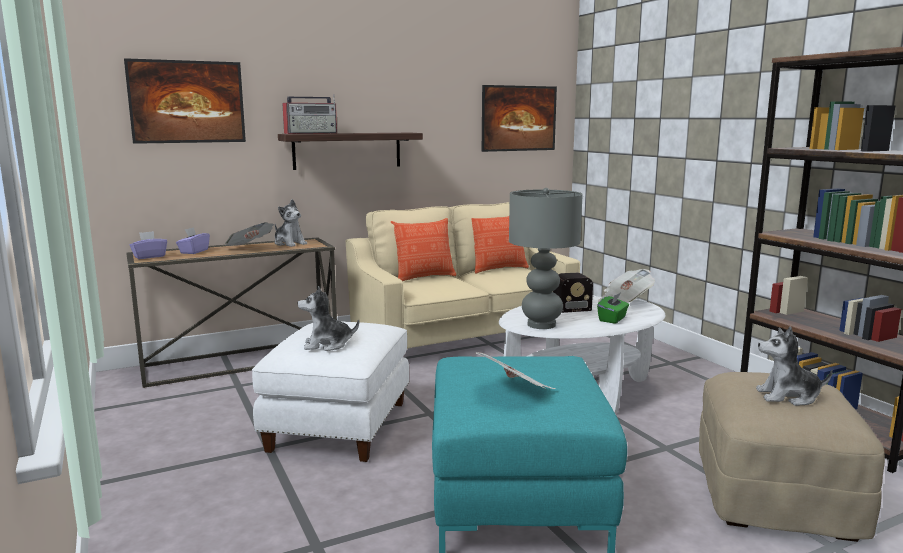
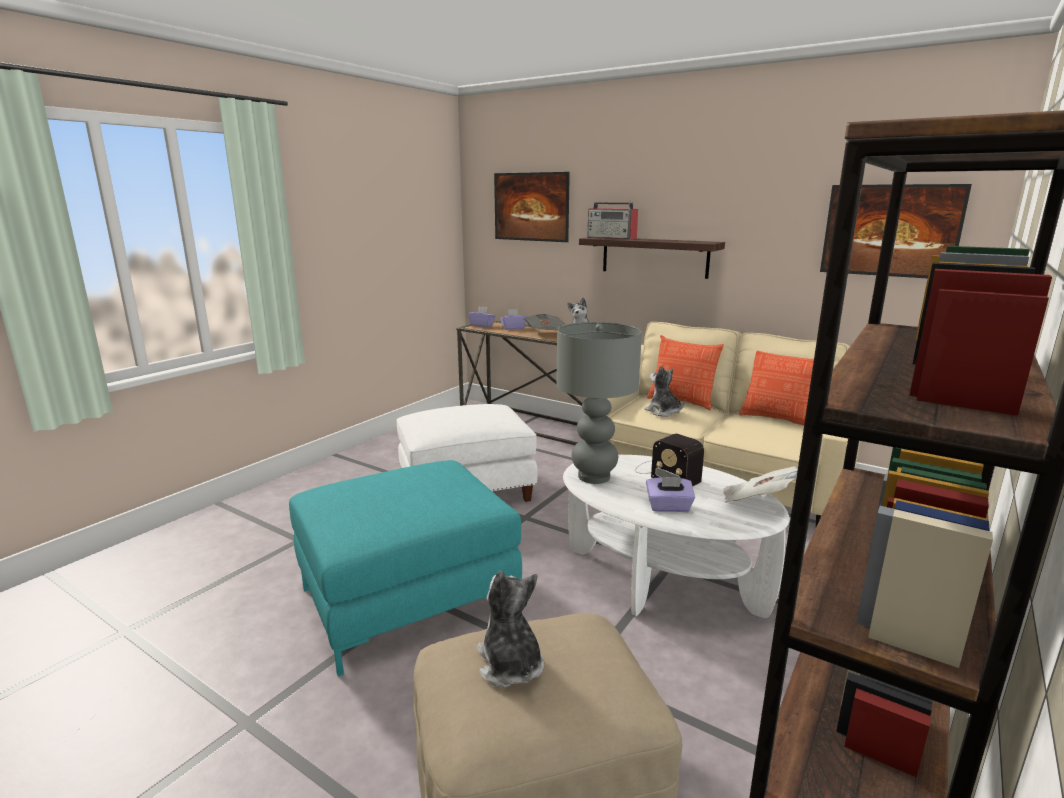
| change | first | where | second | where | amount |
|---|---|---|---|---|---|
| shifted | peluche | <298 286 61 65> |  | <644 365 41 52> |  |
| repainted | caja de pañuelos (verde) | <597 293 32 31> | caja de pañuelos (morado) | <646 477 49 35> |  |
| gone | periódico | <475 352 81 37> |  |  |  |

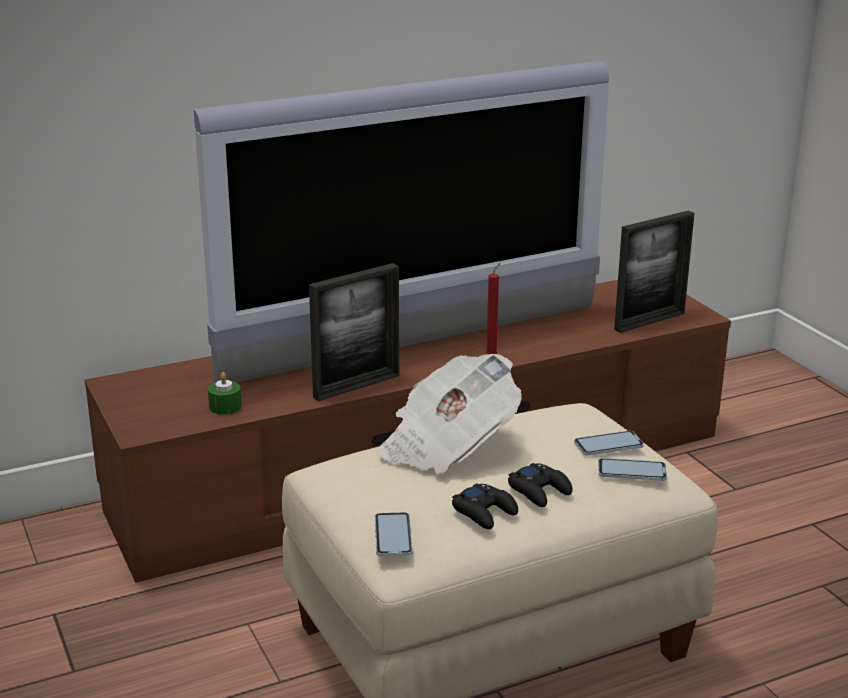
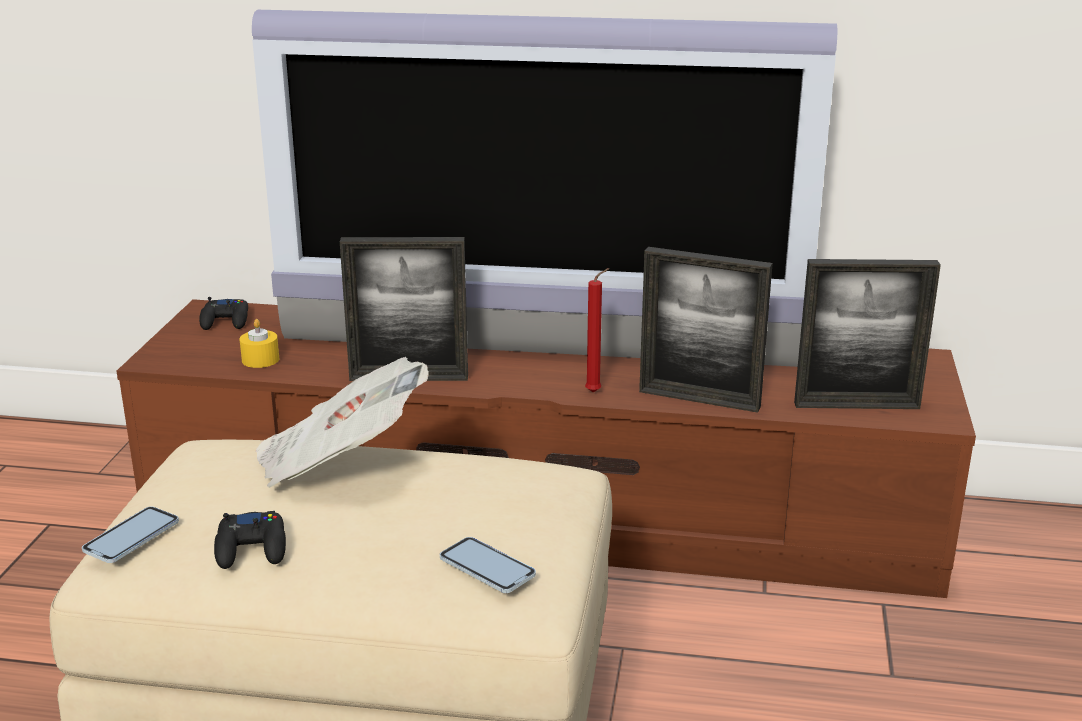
| change | first | where | second | where | amount |
|---|---|---|---|---|---|
| repainted | vela (verde) | <208 372 34 43> | vela (amarillo) | <239 319 40 49> |  |
| gone | móvil | <574 431 70 25> |  |  |  |
| shifted | mando de consola (negro) | <508 463 64 44> |  | <199 297 49 33> |  |
| new |  |  | portarretratos | <639 247 134 166> |  |

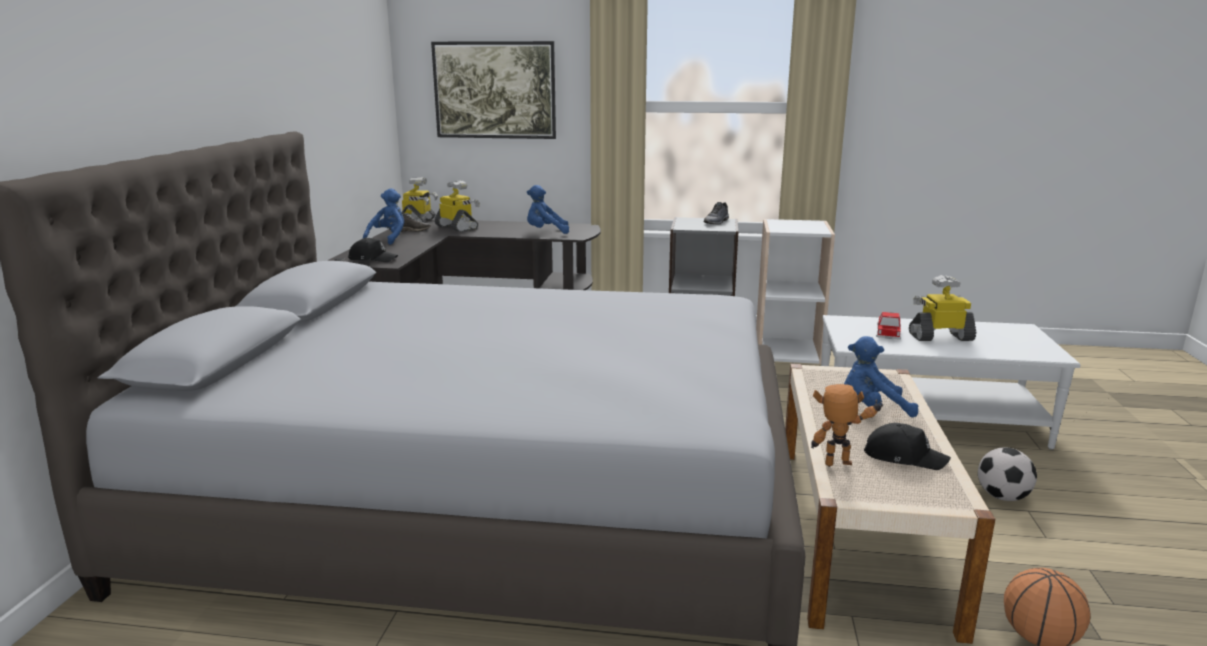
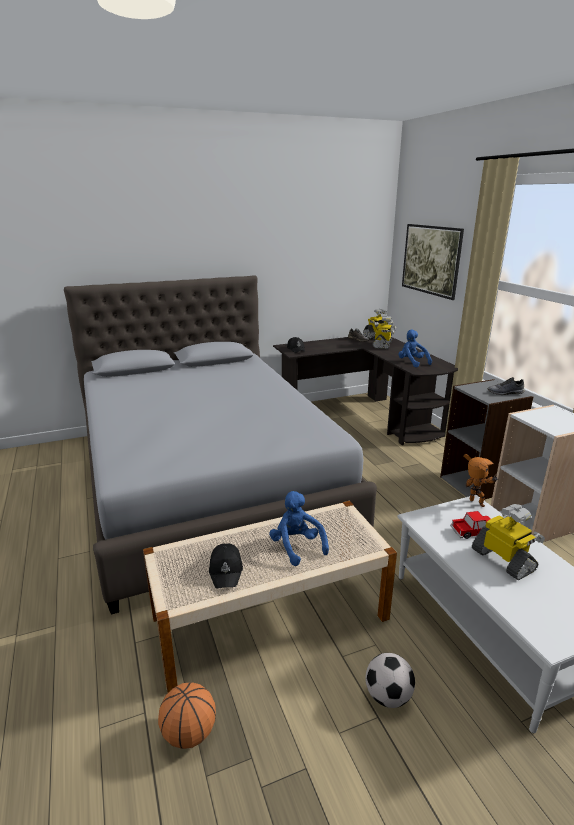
| change | first | where | second | where | amount |
|---|---|---|---|---|---|
| gone | peluche (azul) | <363 188 41 57> |  |  |  |
| shifted | robot de juguete | <811 384 72 83> |  | <463 454 35 53> |  |

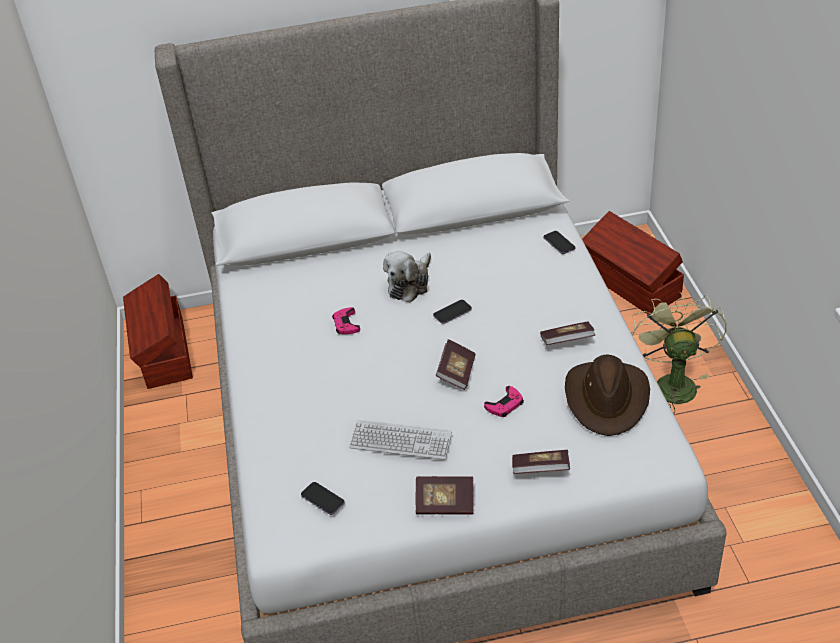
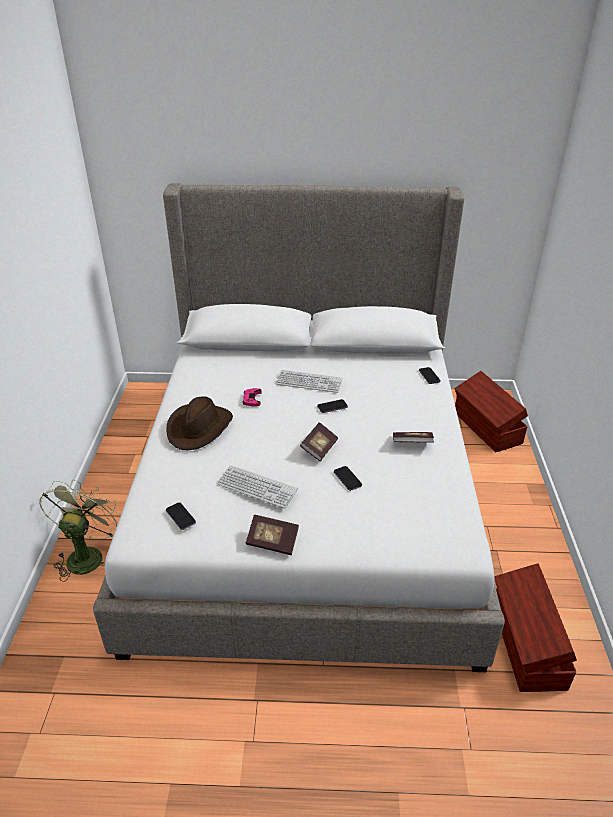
| change | first | where | second | where | amount |
|---|---|---|---|---|---|
| swapped | peluche | <383 251 48 51> | teclado | <276 370 66 23> |  |
| shifted | caja de almacenaje (marrón) | <123 274 70 115> |  | <494 563 83 129> |  |
| shifted | ventilador (verde) | <631 292 96 122> |  | <39 479 82 103> |  |
| shifted | sombrero (marrón) | <565 355 85 81> |  | <167 396 66 54> |  |
| swapped | mando de consola (rosa) | <484 386 40 31> | móvil | <334 466 28 25> |  |
| gone | libro | <512 450 58 24> |  |  |  |

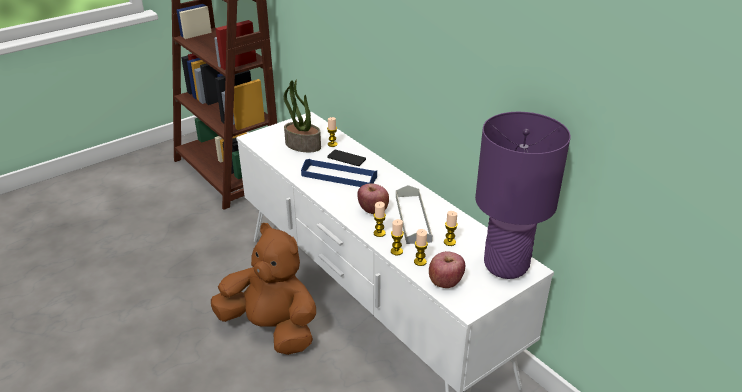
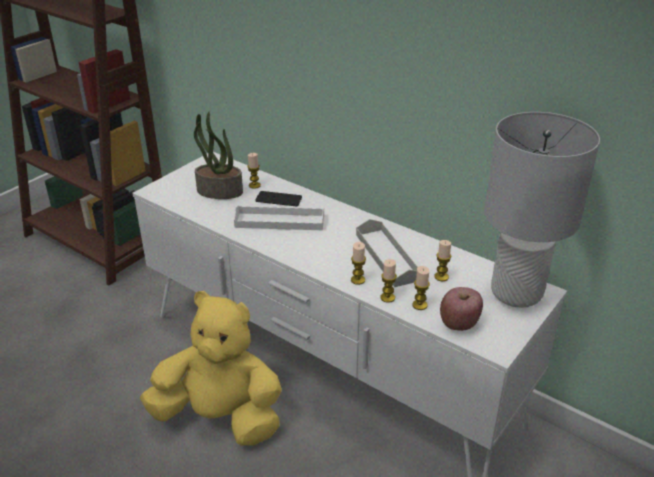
| change | first | where | second | where | amount |
|---|---|---|---|---|---|
| repainted | lámpara de mesa (morado) | <475 112 96 167> | lámpara de mesa (gris) | <484 112 116 196> |  |
| repainted | bandeja (azul) | <301 159 76 28> | bandeja (blanco) | <234 205 90 25> |  |
| gone | manzana | <357 184 32 30> |  |  |  |
| repainted | peluche (marrón) | <211 223 105 132> | peluche (amarillo) | <140 291 142 155> |  |

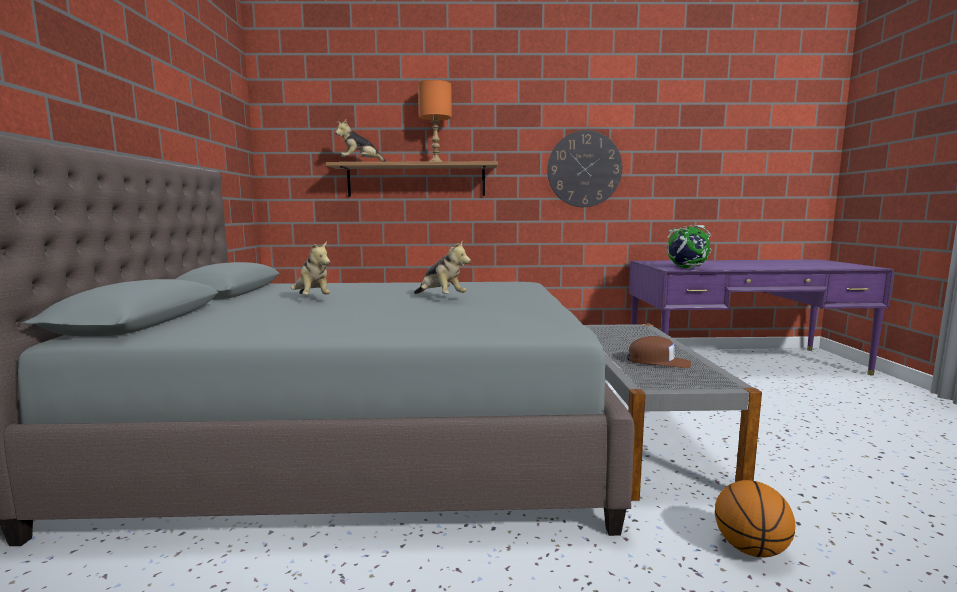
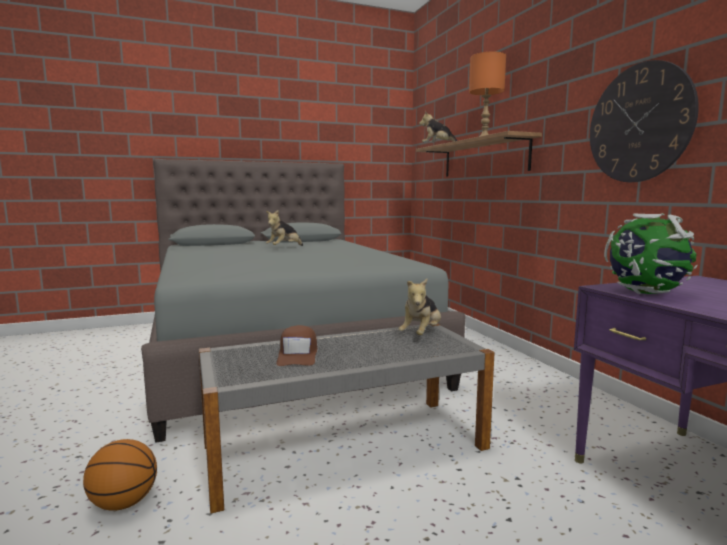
| change | first | where | second | where | amount |
|---|---|---|---|---|---|
| shifted | peluche | <414 242 57 52> |  | <398 279 43 56> |  |

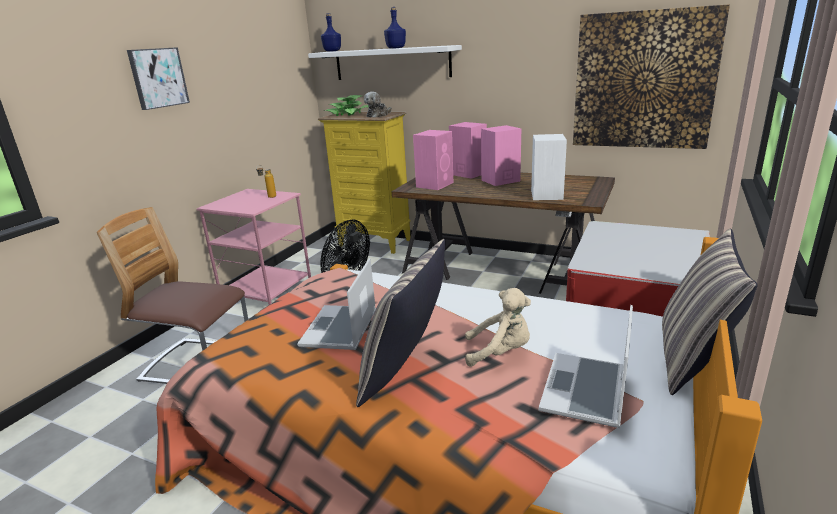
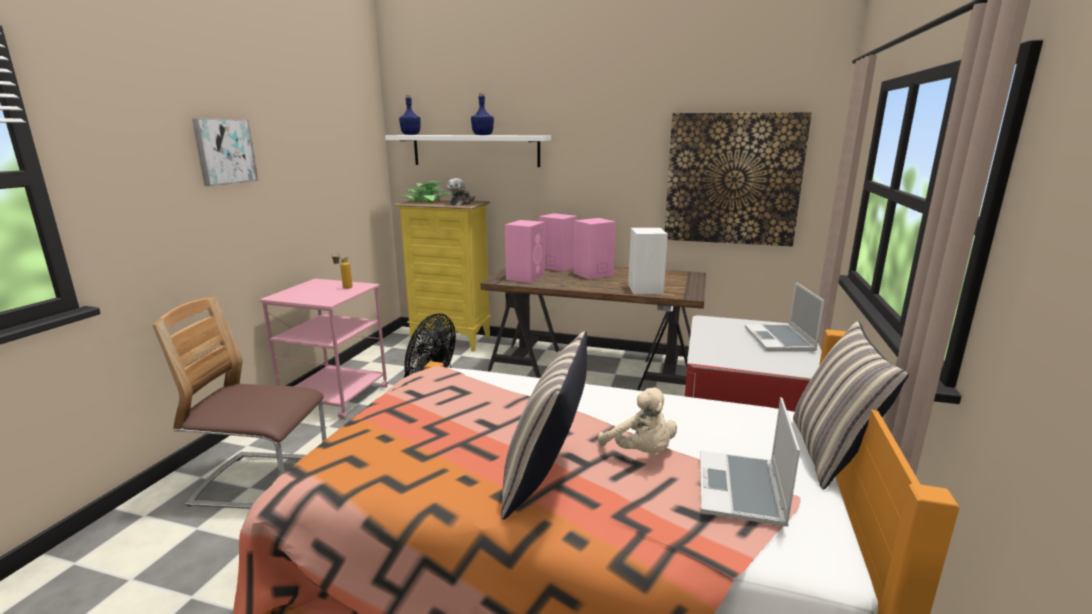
| change | first | where | second | where | amount |
|---|---|---|---|---|---|
| shifted | portátil | <297 258 79 92> |  | <745 282 80 69> |  |
| rotated | peluche (beis) | <465 288 66 79> |  | <598 387 79 66> | 60 degrees clockwise |

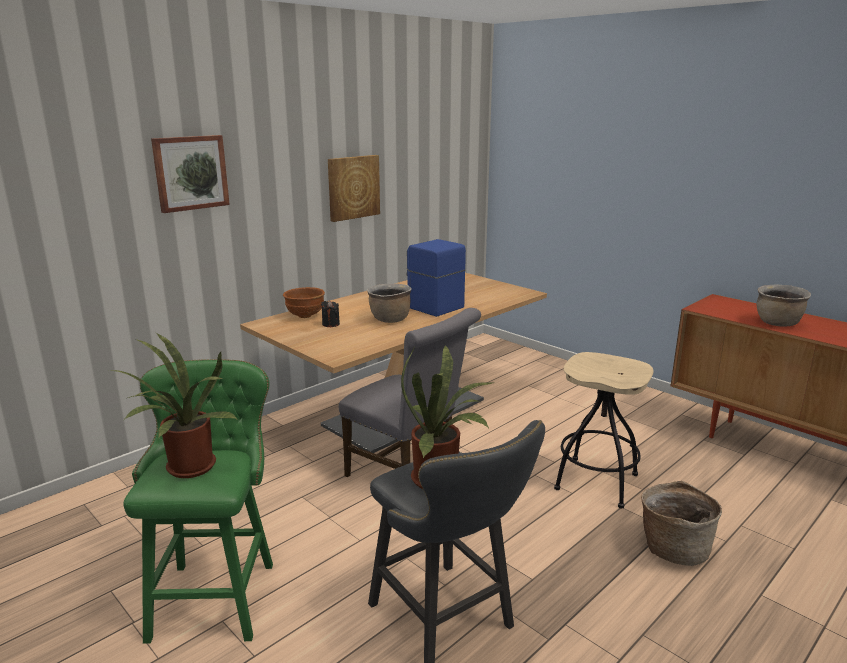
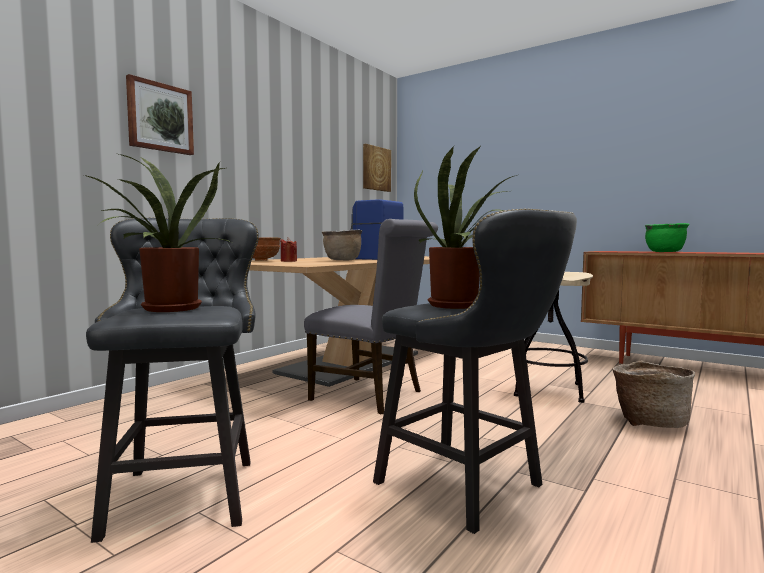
| change | first | where | second | where | amount |
|---|---|---|---|---|---|
| shifted | cuadro | <328 155 52 67> |  | <363 144 28 48> |  |
| repainted | olla (marrón) | <757 284 54 43> | olla (verde) | <645 223 44 29> |  |
| repainted | vela (negro) | <321 300 19 27> | vela (rojo) | <280 238 17 24> |  |
| repainted | taburete (verde) | <123 359 150 285> | taburete (gris) | <86 218 173 325> |  |

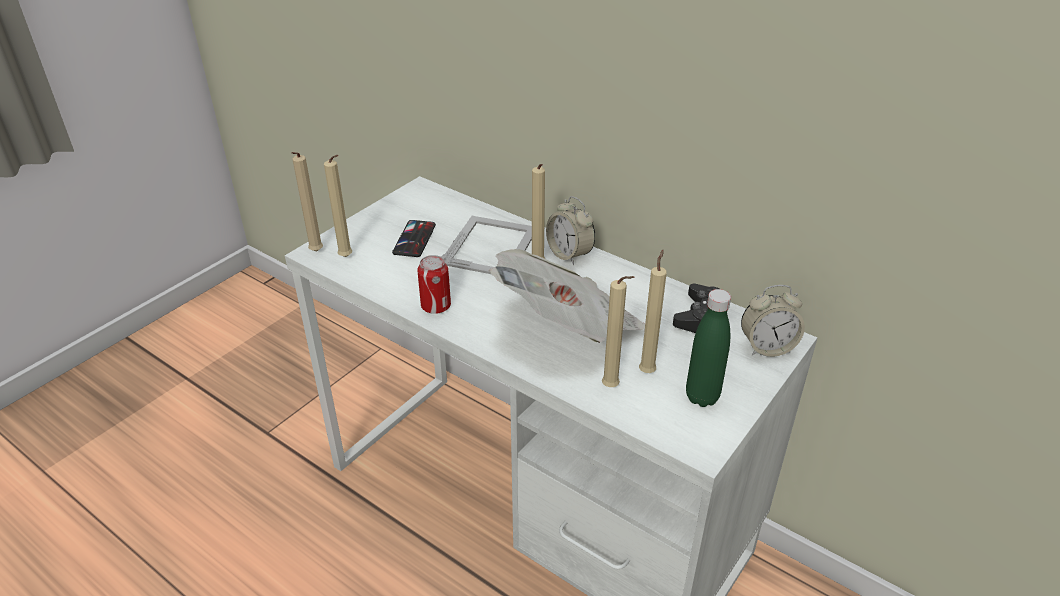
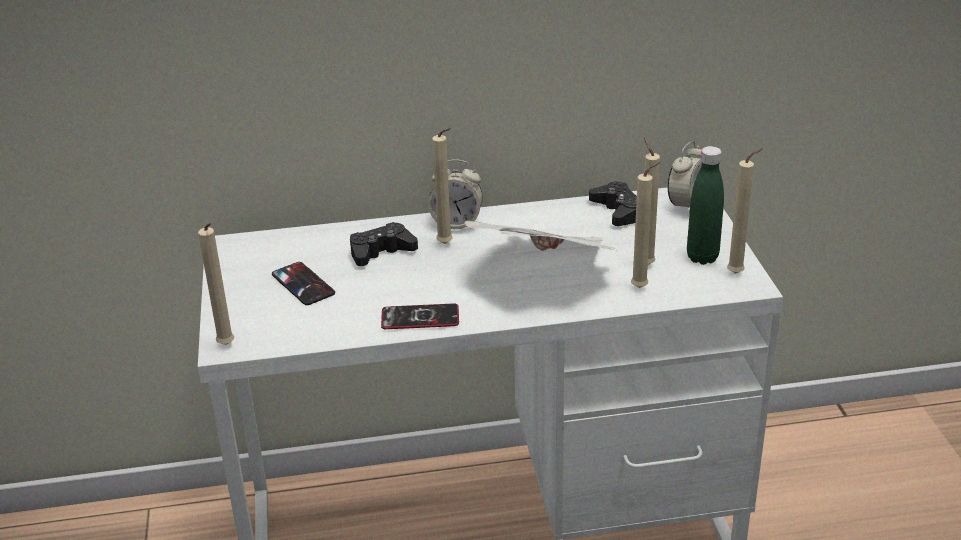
| change | first | where | second | where | amount |
|---|---|---|---|---|---|
| shifted | vela (beis) | <324 155 28 102> |  | <727 148 36 126> |  |
| swapped | portarretratos | <441 216 91 58> | mando de consola (negro) | <350 222 68 44> |  |
| swapped | lata | <418 255 33 59> | móvil | <381 304 78 25> |  |

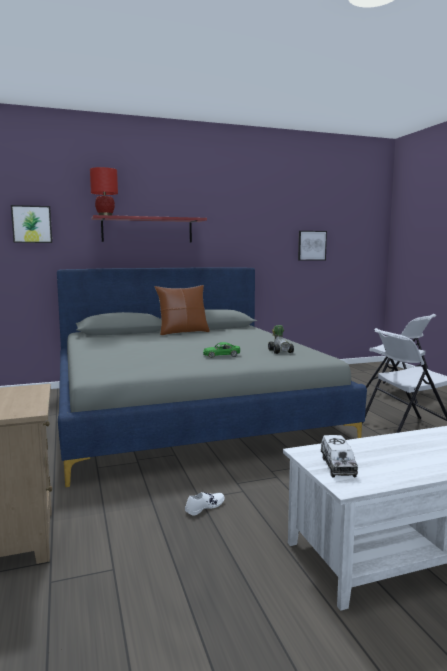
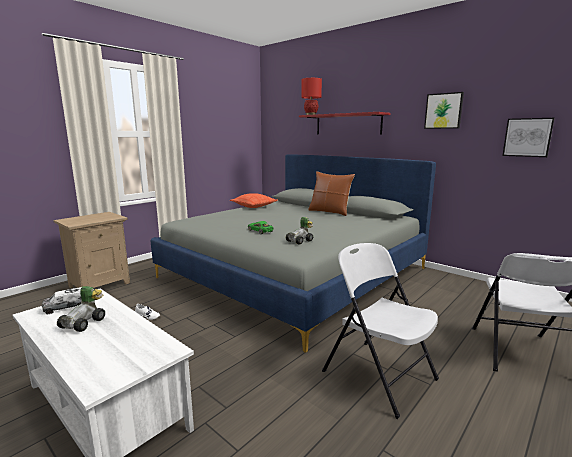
| change | first | where | second | where | amount |
|---|---|---|---|---|---|
| shifted | cuadro | <11 205 41 38> |  | <424 92 40 37> |  |
| new |  |  | cojín (naranja) | <230 193 48 15> |  |
| new |  |  | coche de juguete | <57 286 48 46> |  |

